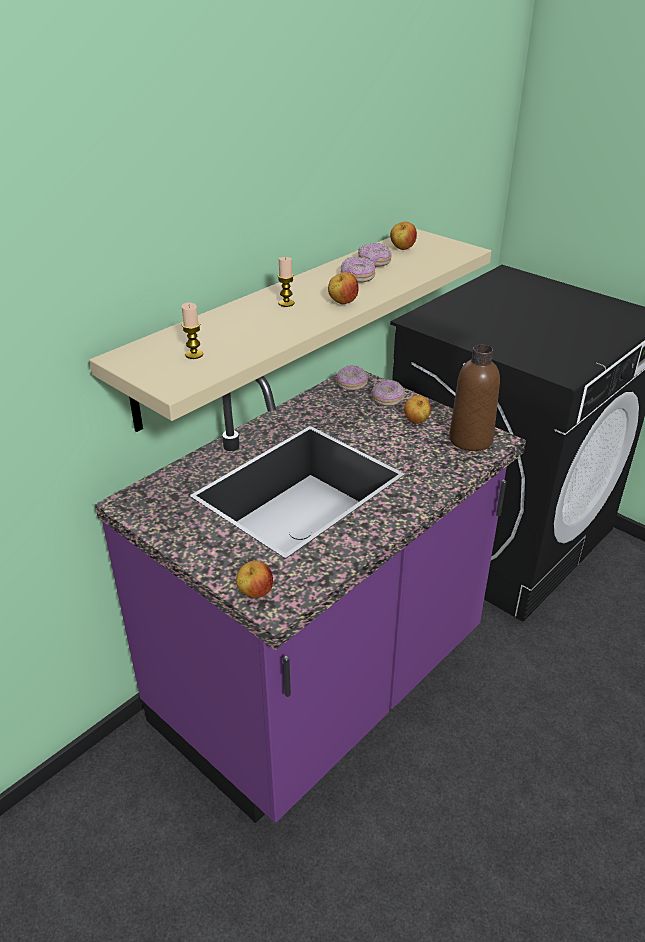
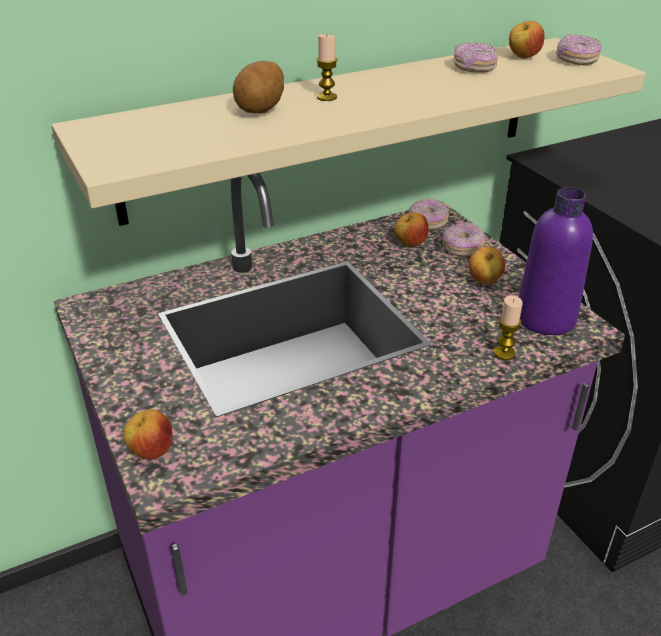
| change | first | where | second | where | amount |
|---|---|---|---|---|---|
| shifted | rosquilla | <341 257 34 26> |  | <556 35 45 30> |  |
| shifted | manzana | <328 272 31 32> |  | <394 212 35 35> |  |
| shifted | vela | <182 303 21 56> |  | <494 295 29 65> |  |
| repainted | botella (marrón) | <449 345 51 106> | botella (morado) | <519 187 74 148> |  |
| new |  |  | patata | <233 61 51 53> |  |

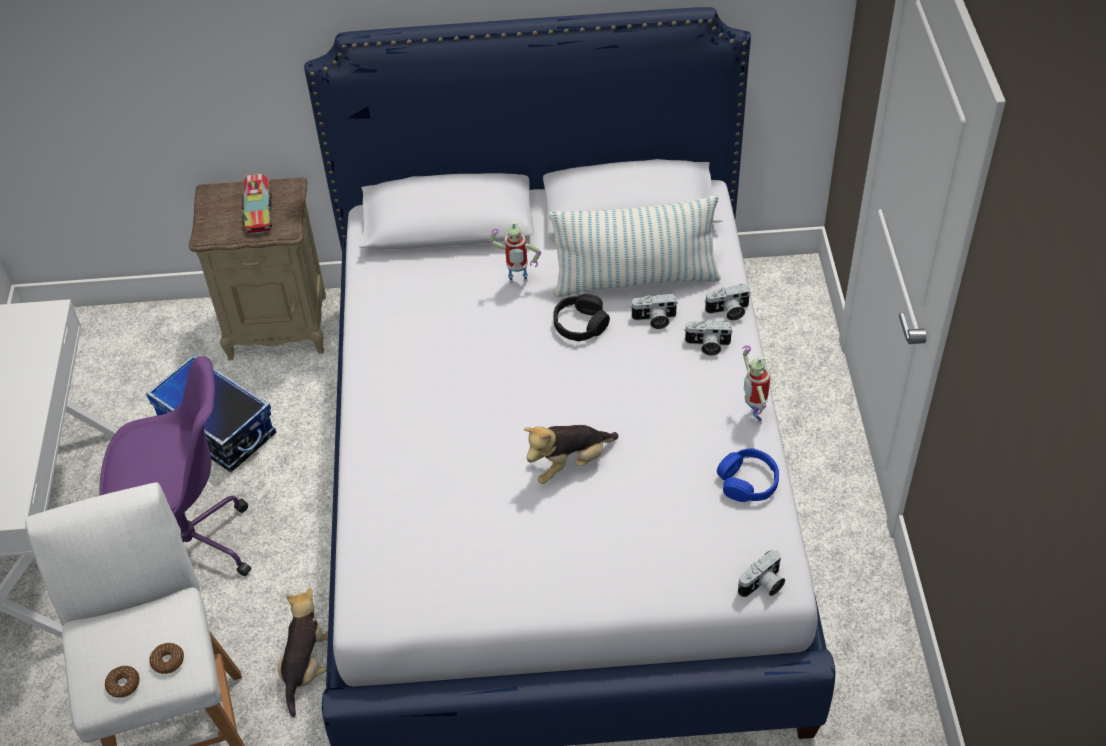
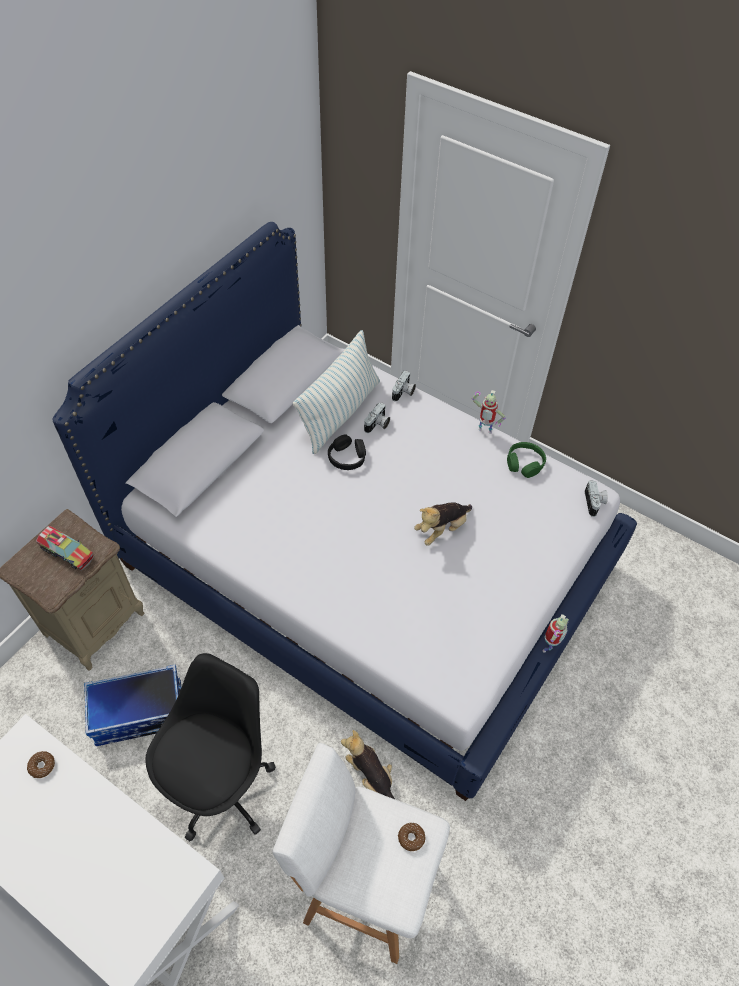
| change | first | where | second | where | amount |
|---|---|---|---|---|---|
| shifted | robot de juguete | <489 220 52 63> |  | <542 614 27 39> |  |
| gone | cámara | <684 320 49 36> |  |  |  |
| repainted | silla de oficina (morado) | <99 356 153 220> | silla de oficina (negro) | <145 653 131 188> |  |
| rotated | peluche | <524 425 94 59> |  | <414 502 58 44> | 45 degrees clockwise |
| repainted | auriculares (azul) | <717 448 62 54> | auriculares (verde) | <507 442 39 36> |  |
| shifted | rosquilla | <105 666 35 32> |  | <27 751 28 27> |  |

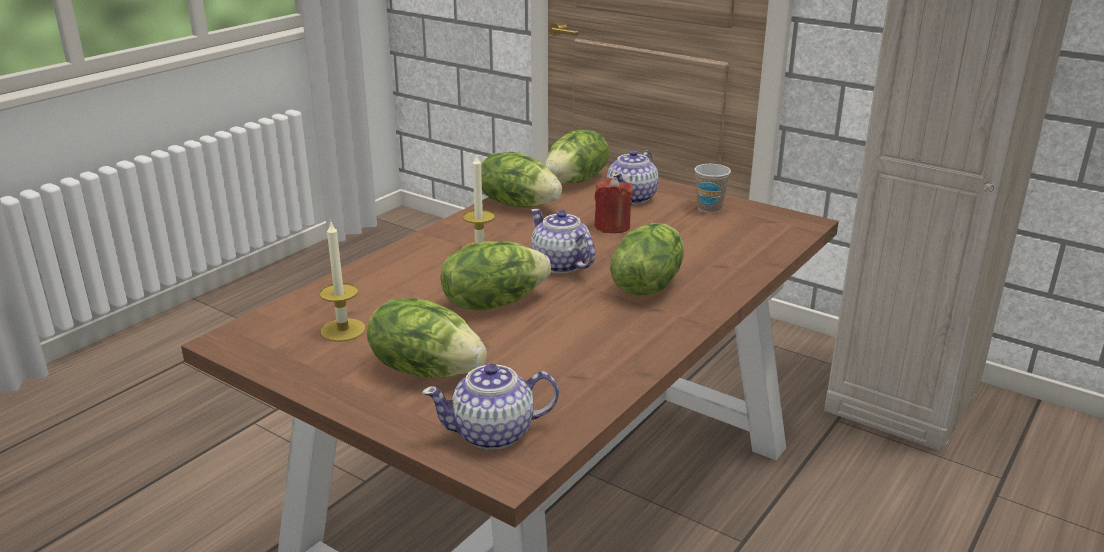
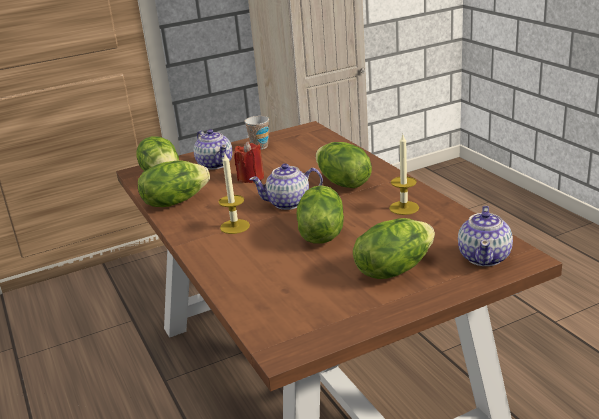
| change | first | where | second | where | amount |
|---|---|---|---|---|---|
| shifted | vela | <319 220 46 122> |  | <389 135 30 80> |  |

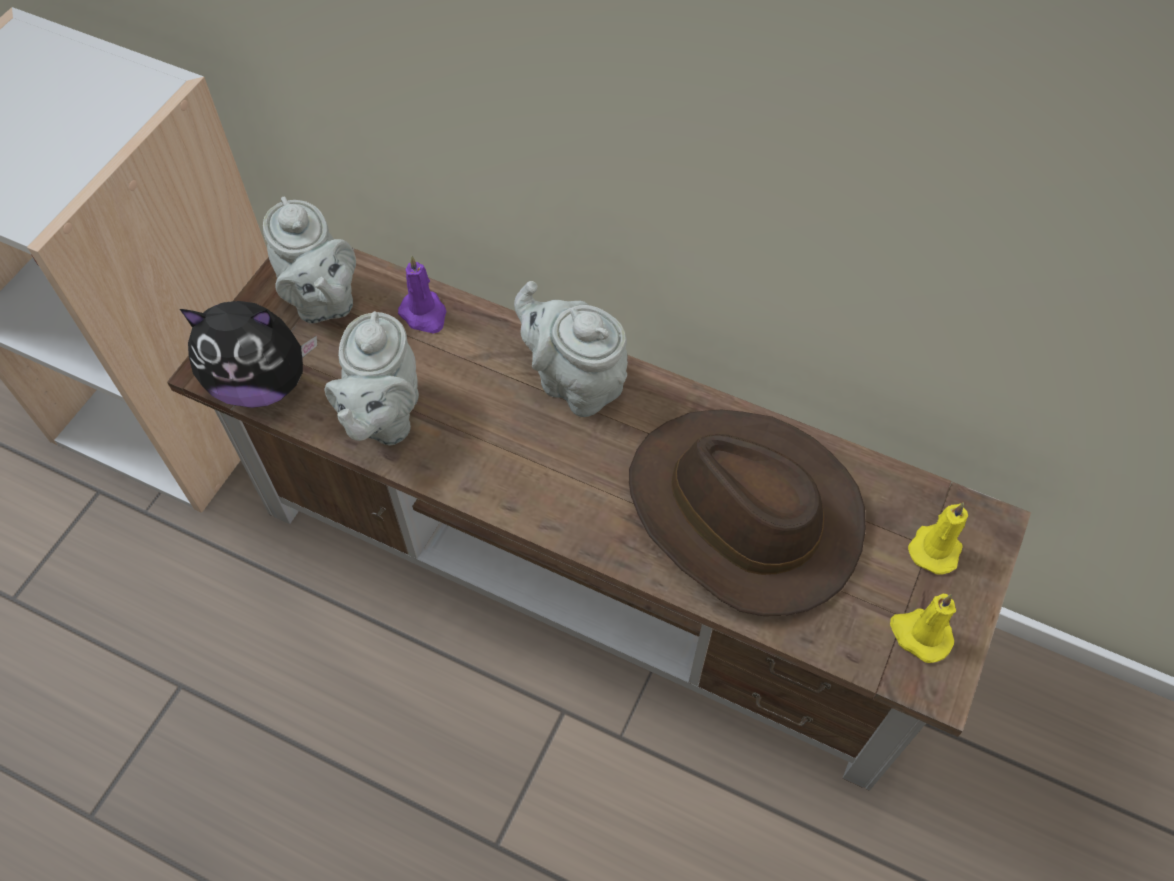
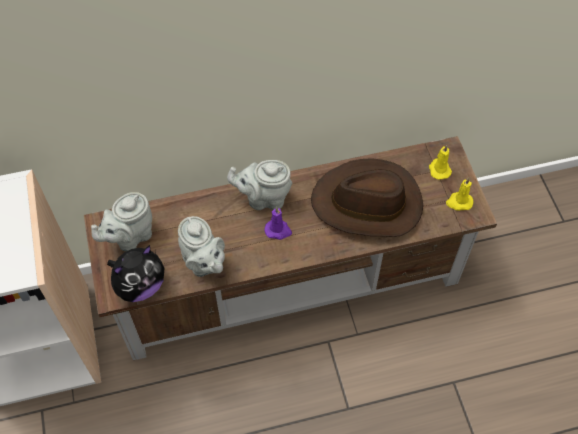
| change | first | where | second | where | amount |
|---|---|---|---|---|---|
| rotated | tetera (gris) | <263 197 93 127> |  | <91 192 61 59> | 120 degrees clockwise |
| shifted | vela (morado) | <398 256 48 78> |  | <264 207 28 33> |  |

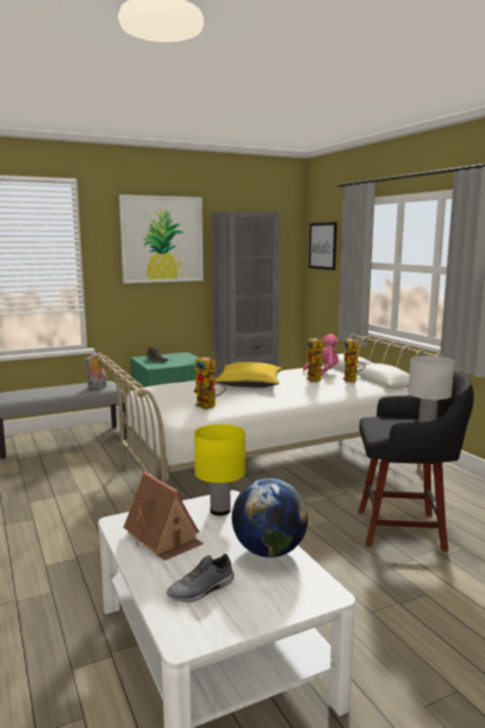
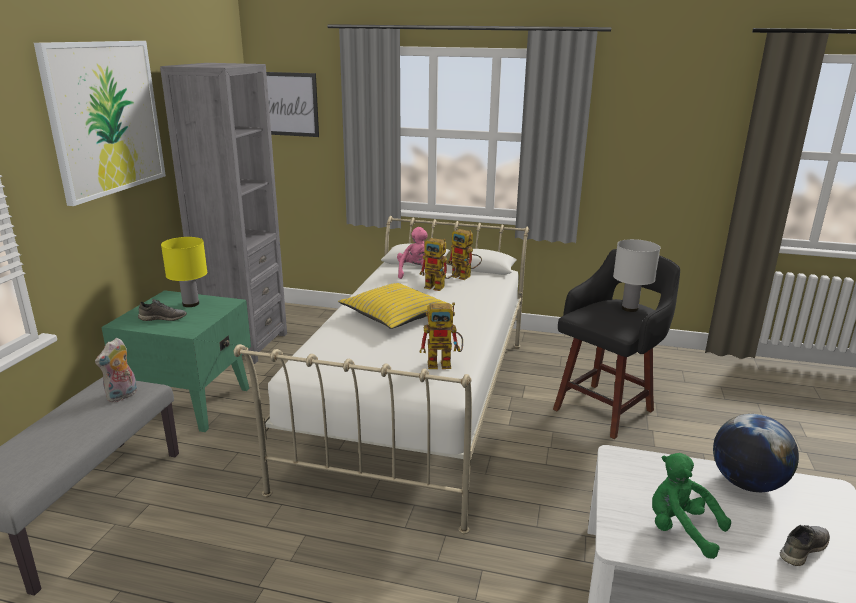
| change | first | where | second | where | amount |
|---|---|---|---|---|---|
| shifted | lámpara de mesa (amarillo) | <194 424 51 92> |  | <161 237 46 70> |  |
| swapped | casita | <123 471 81 90> | peluche (verde) | <652 453 79 106> |  |
| rotated | zapato (gris) | <167 554 67 48> |  | <780 525 50 41> | 135 degrees counterclockwise |

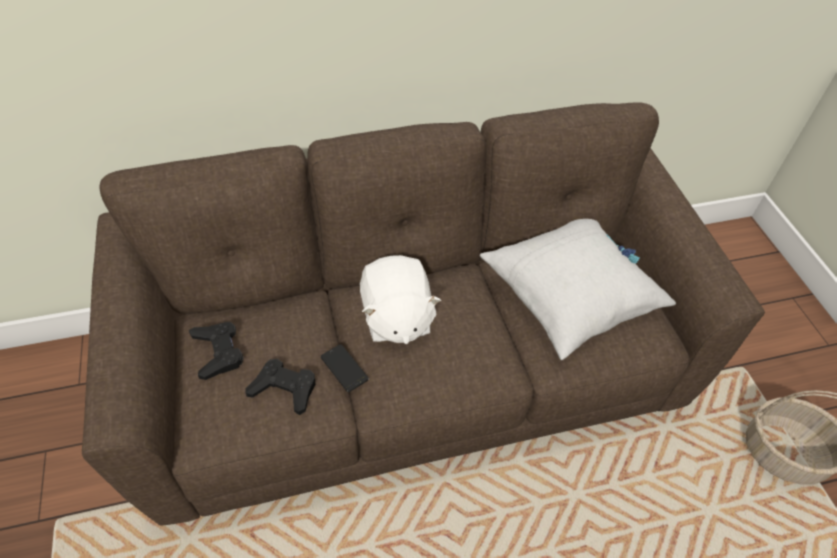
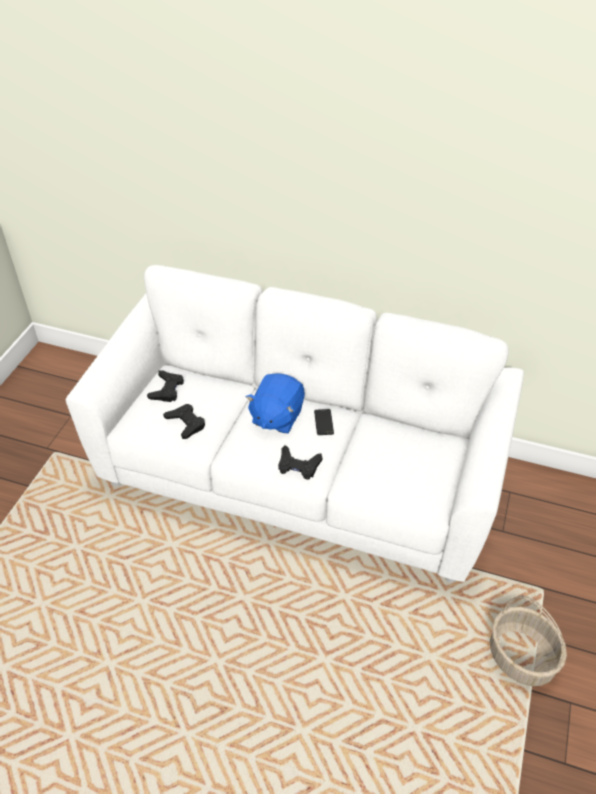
| change | first | where | second | where | amount |
|---|---|---|---|---|---|
| repainted | sofá (marrón) | <82 102 683 424> | sofá (blanco) | <66 265 458 318> |  |
| gone | cojín (gris) | <480 219 196 141> |  |  |  |
| repainted | peluche (blanco) | <360 255 81 89> | peluche (azul) | <246 373 59 60> |  |
| shifted | móvil | <321 344 48 48> |  | <314 409 20 26> |  |
| new |  |  | mando de consola (negro) | <278 445 44 35> |  |

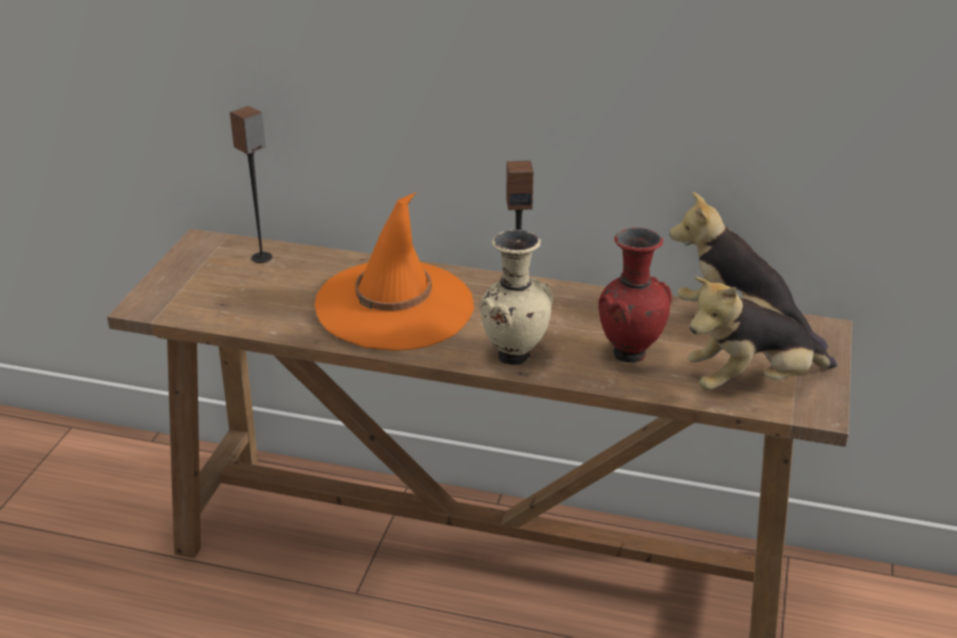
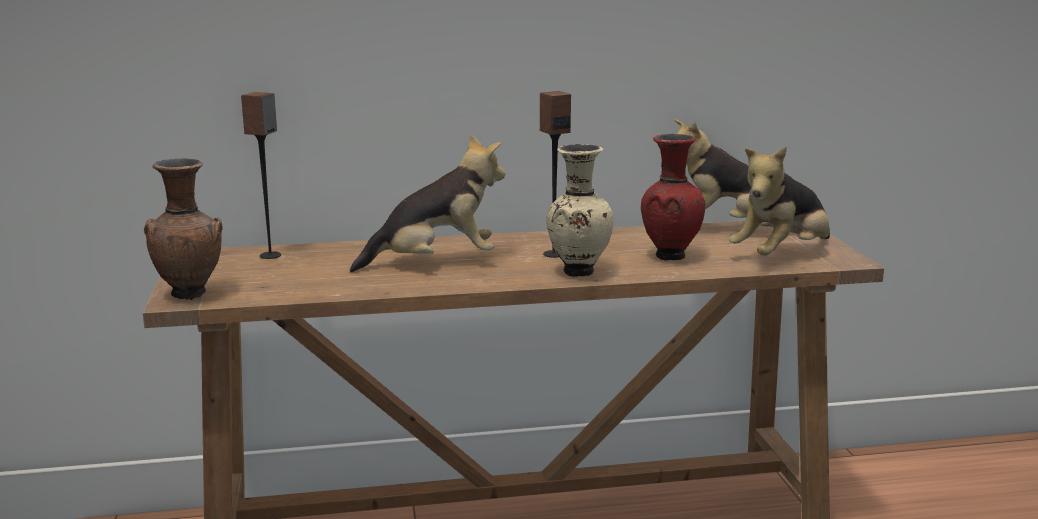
| change | first | where | second | where | amount |
|---|---|---|---|---|---|
| swapped | sombrero (naranja) | <314 192 160 159> | peluche | <350 134 155 138> |  |
| new |  |  | florero (marrón) | <144 158 78 142> |  |

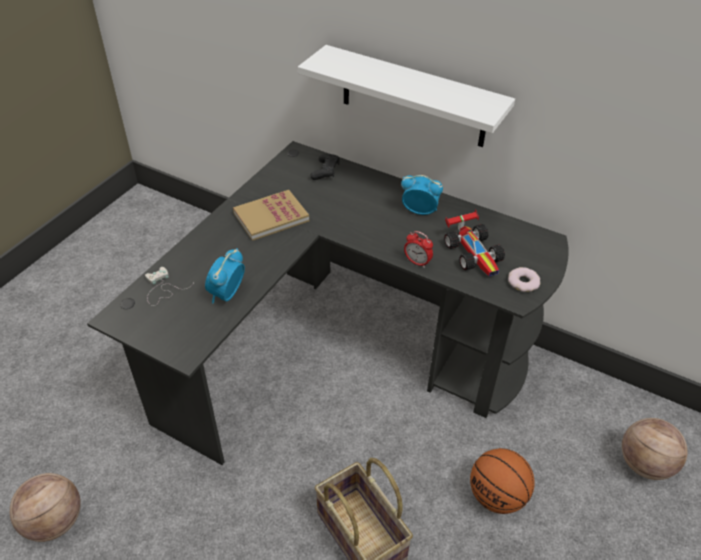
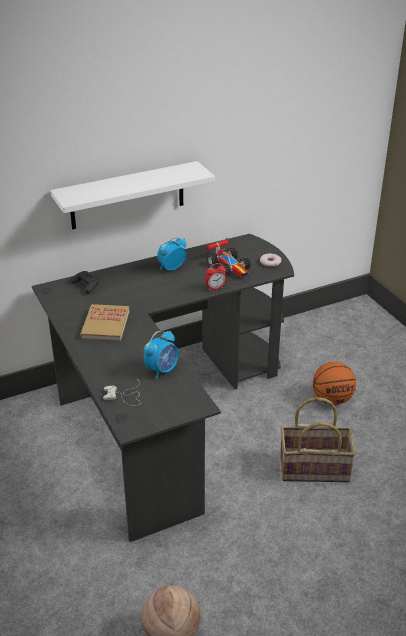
| change | first | where | second | where | amount |
|---|---|---|---|---|---|
| rotated | coche de juguete | <444 209 61 67> |  | <206 238 45 39> | 45 degrees clockwise |
| rotated | despertador | <205 248 40 55> |  | <144 331 35 48> | 105 degrees counterclockwise |
| gone | balón de baloncesto | <622 418 65 62> |  |  |  |

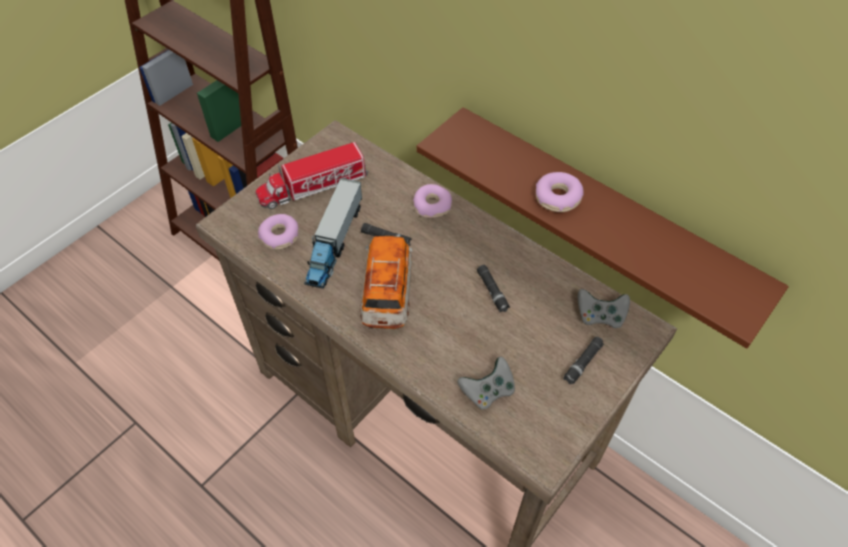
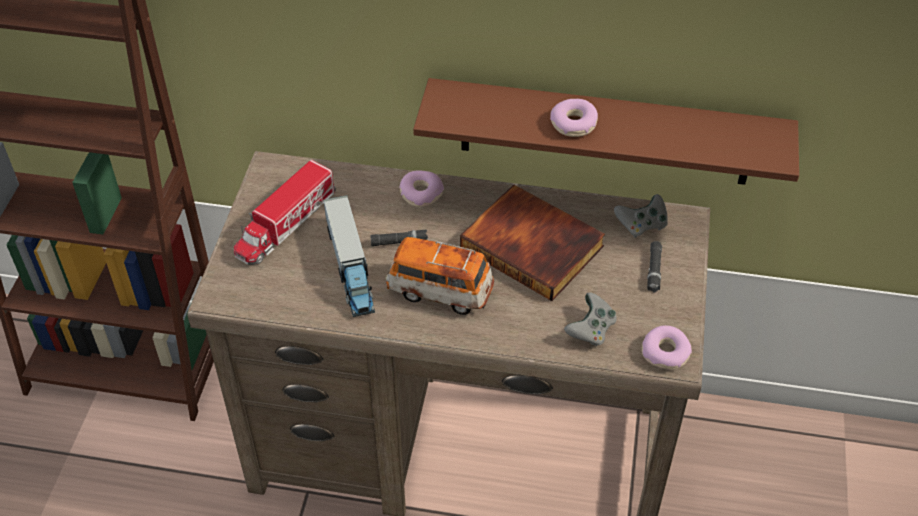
| change | first | where | second | where | amount |
|---|---|---|---|---|---|
| shifted | rosquilla | <258 214 41 36> |  | <642 325 50 45> |  |
| rotated | coche de juguete | <360 236 53 93> |  | <386 237 108 78> | 45 degrees counterclockwise |
| swapped | linterna (negro) | <477 265 33 48> | libro | <460 184 145 117> |  |

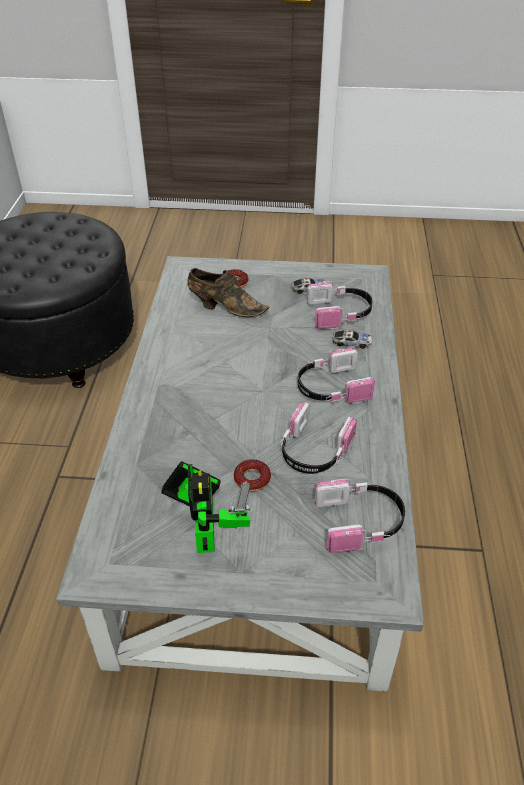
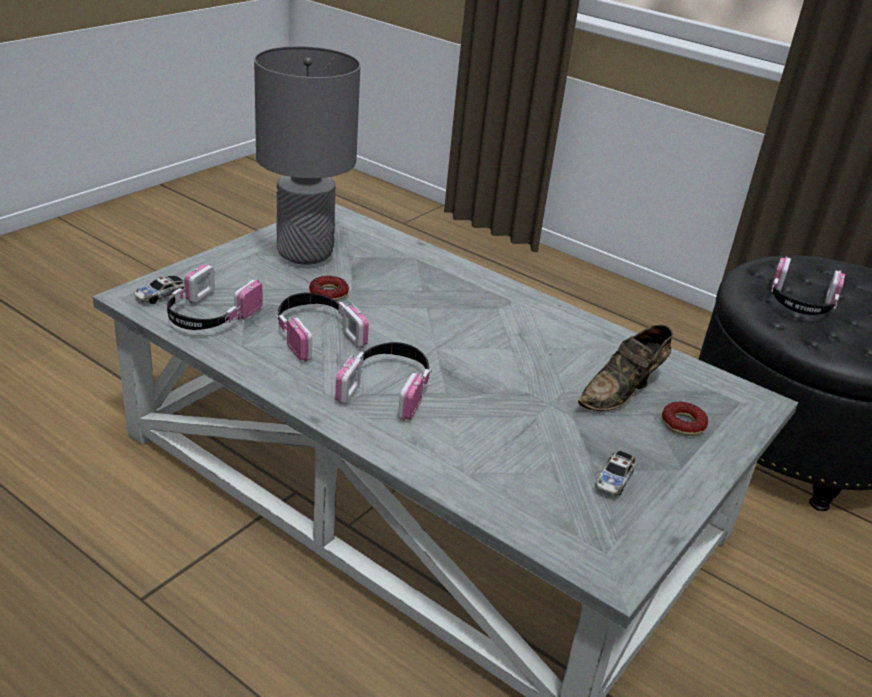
| change | first | where | second | where | amount |
|---|---|---|---|---|---|
| shifted | auriculares | <307 281 66 48> |  | <771 256 74 59> |  |
| shifted | coche de juguete | <332 330 41 19> |  | <134 276 51 28> |  |
| swapped | robot de juguete | <161 461 91 92> | lámpara de mesa (gris) | <254 46 107 219> |  |

